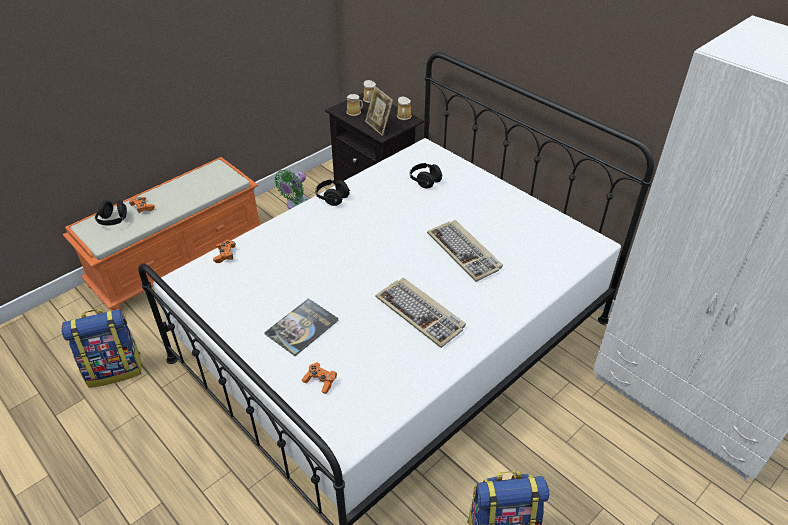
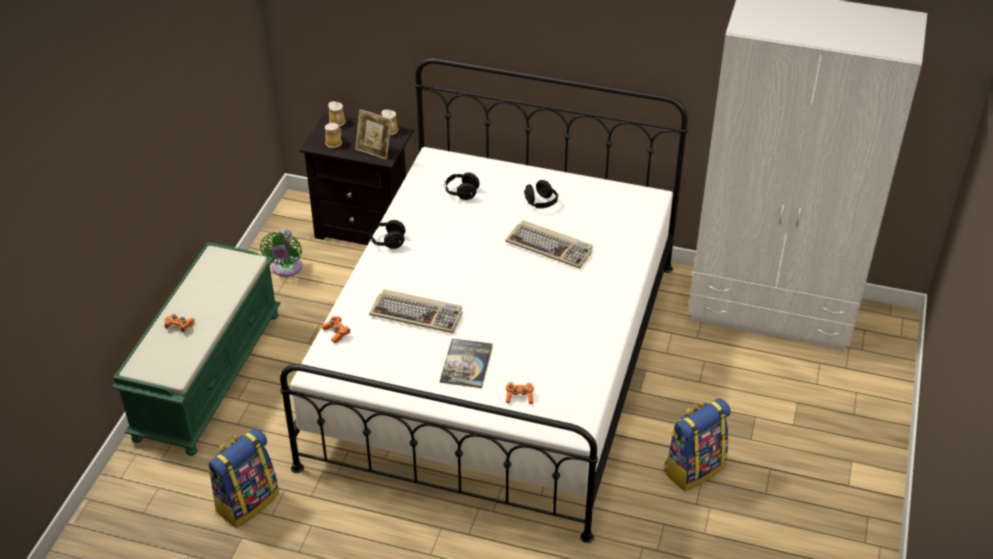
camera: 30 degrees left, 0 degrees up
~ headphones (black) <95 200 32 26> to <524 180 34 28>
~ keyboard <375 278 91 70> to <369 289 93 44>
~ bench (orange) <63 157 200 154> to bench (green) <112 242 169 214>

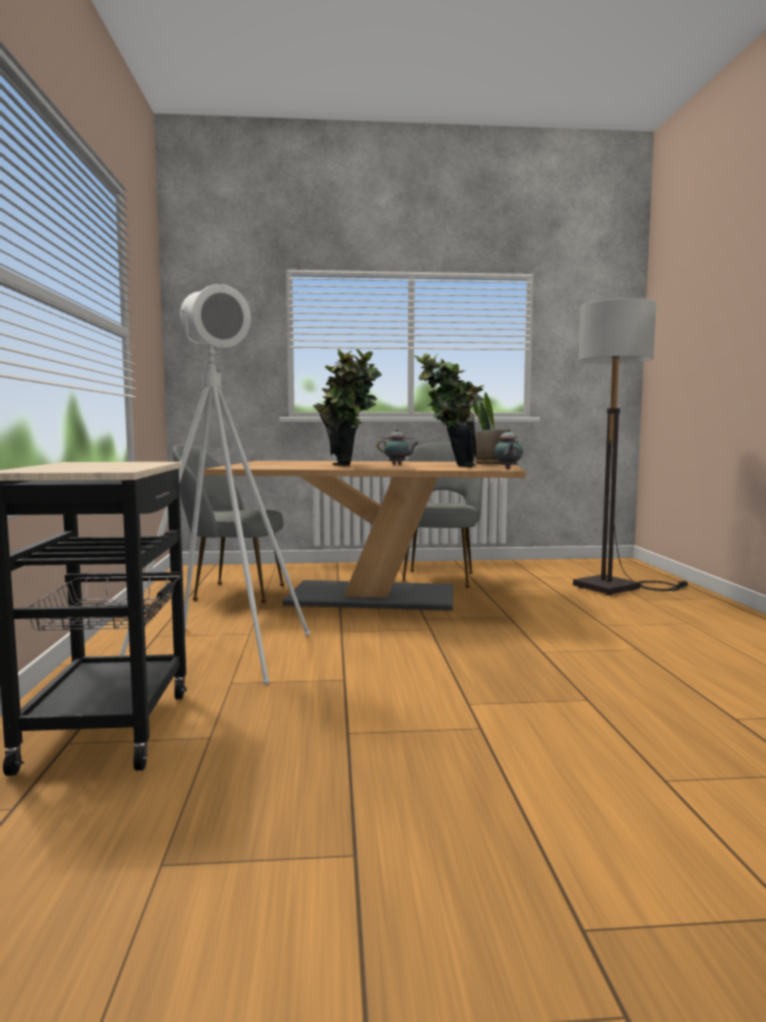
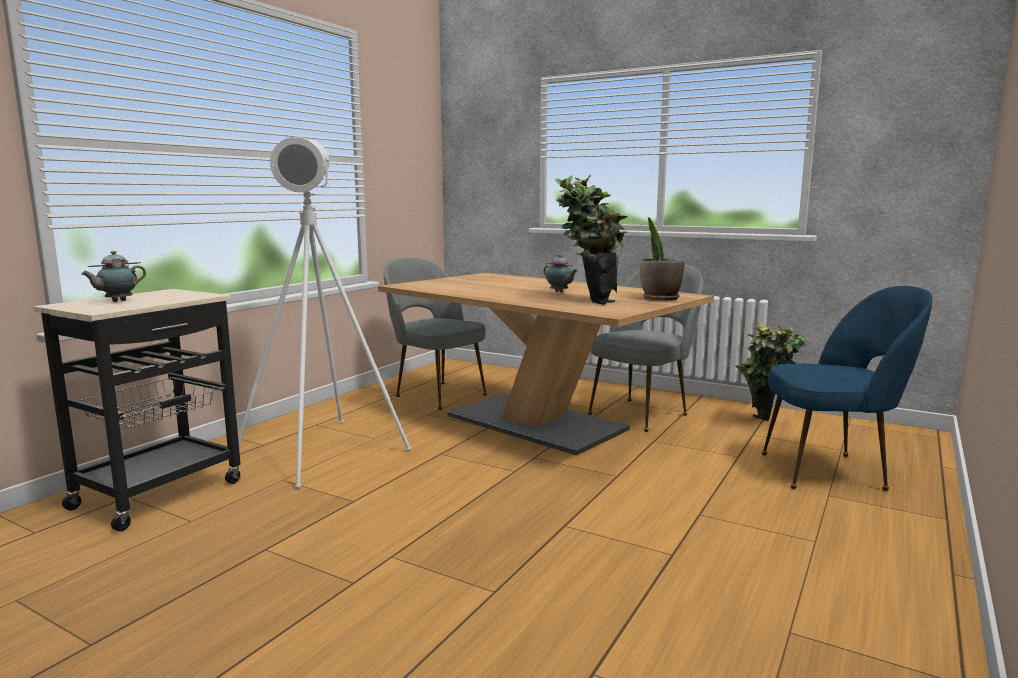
camera: 35 degrees right, 5 degrees up
~ potted plant <313 348 69 118> to <735 322 72 99>
~ teapot <494 429 29 40> to <81 251 65 51>
~ floor lamp <573 298 115 297> to chair (blue) <762 286 170 205>

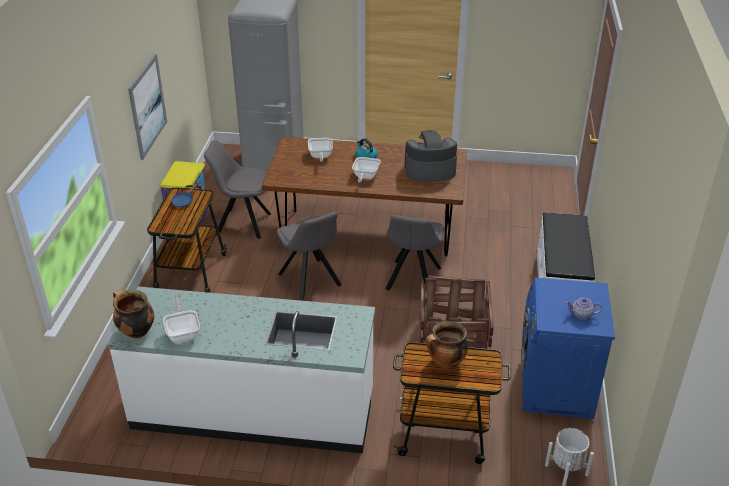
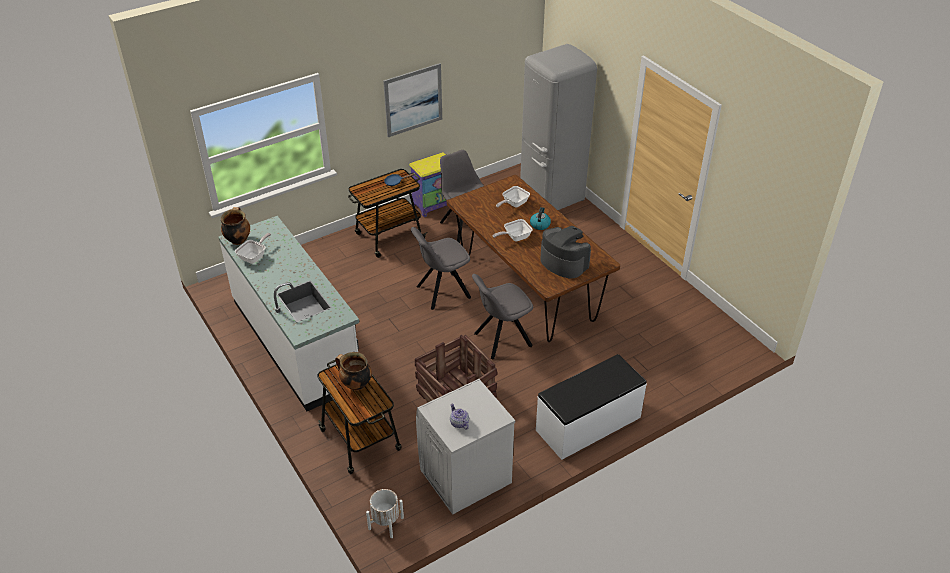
camera: 50 degrees right, 5 degrees up
~ washing machine (blue) <521 277 94 142> to washing machine (white) <416 379 99 136>
~ chair (grey) <277 211 64 89> = <411 227 60 83> 45 degrees clockwise

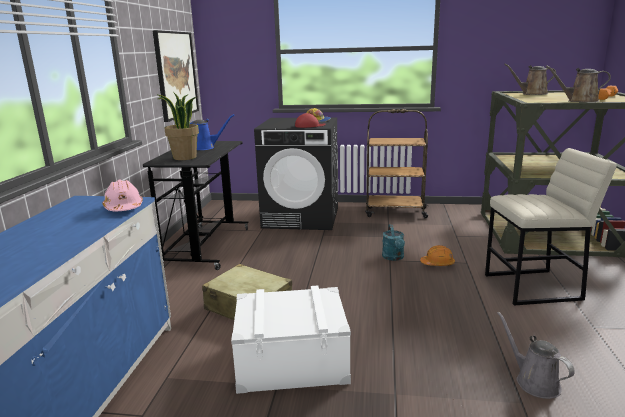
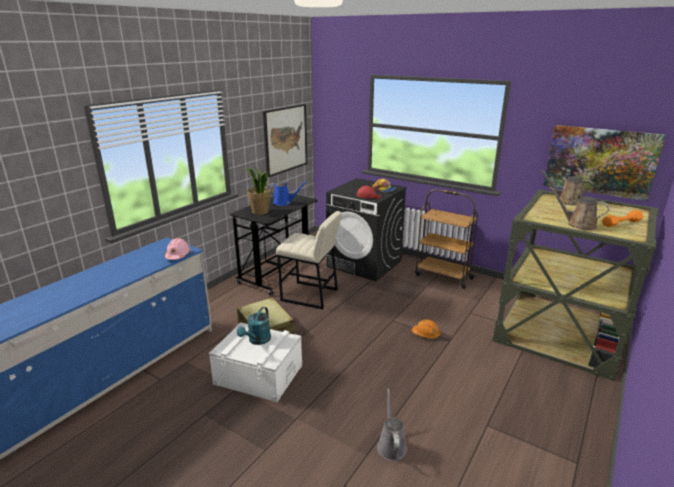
camera: 25 degrees right, 5 degrees up
+ picture <543 125 123 76>
~ watering can (turquoise) <382 224 23 37> to <237 307 34 38>
~ chair (beige) <485 148 132 158> to <276 211 66 98>

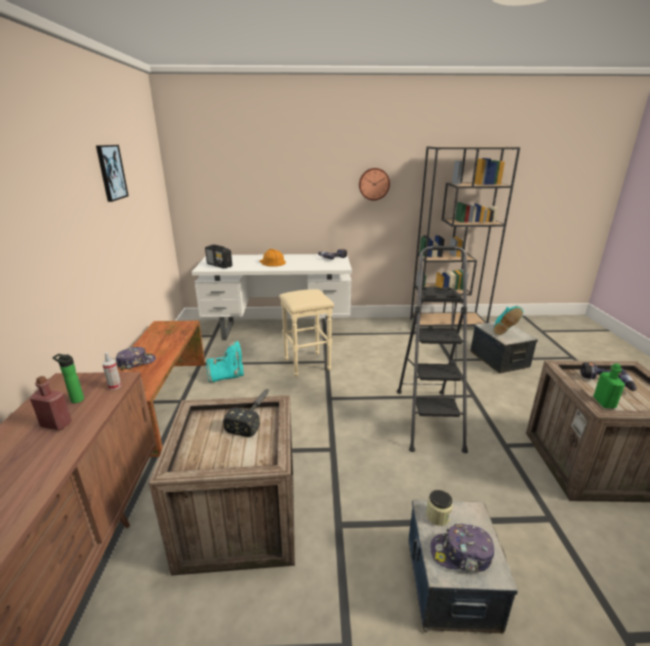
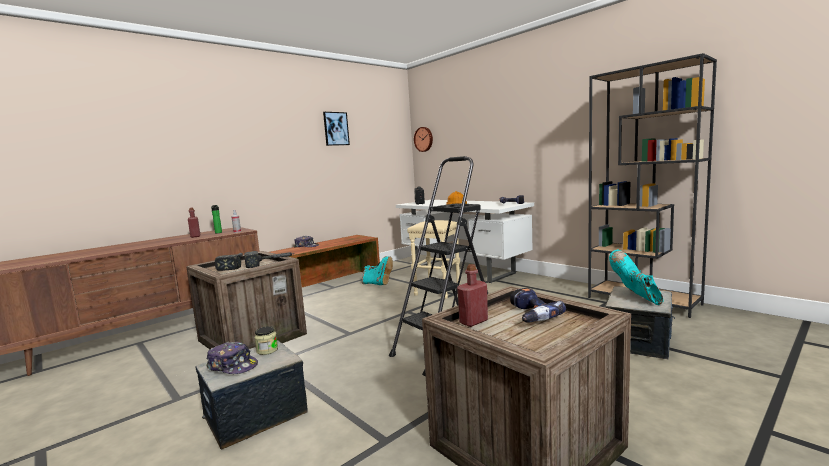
camera: 50 degrees right, 15 degrees down
+ hammer <215 253 28 18>
~ wall clock <359 168 31 33> to <414 127 19 25>
~ bottle (green) <593 363 32 45> to bottle (red) <457 264 31 63>
~ cap <431 524 63 48> = <206 341 52 33> 150 degrees clockwise
~ boot (turquoise) <494 306 29 29> = <609 250 54 55> 105 degrees clockwise

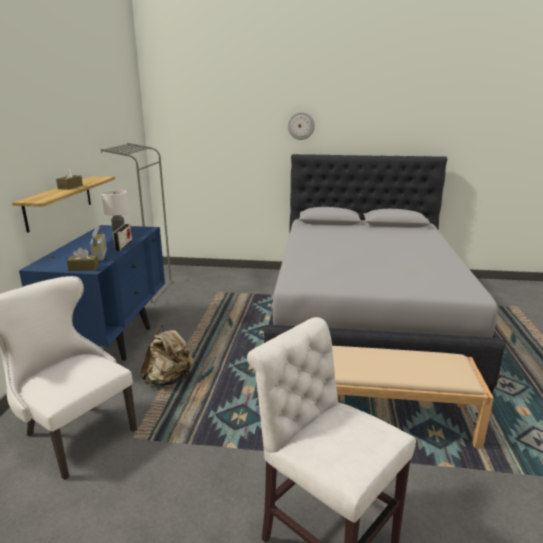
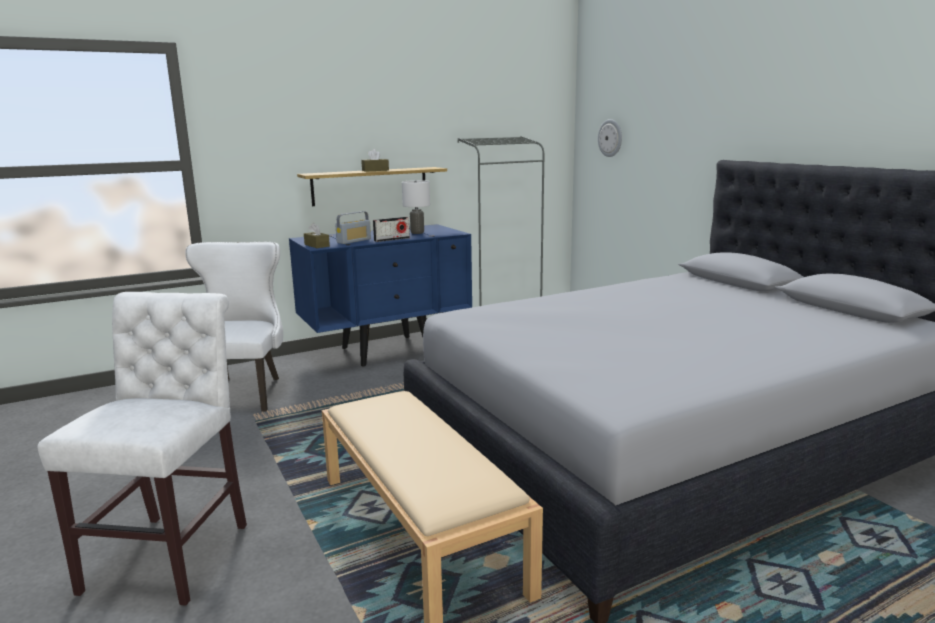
camera: 55 degrees right, 5 degrees down
- backpack (beige) <141 325 53 61>
~ wall clock <288 112 27 28> to <598 119 24 38>

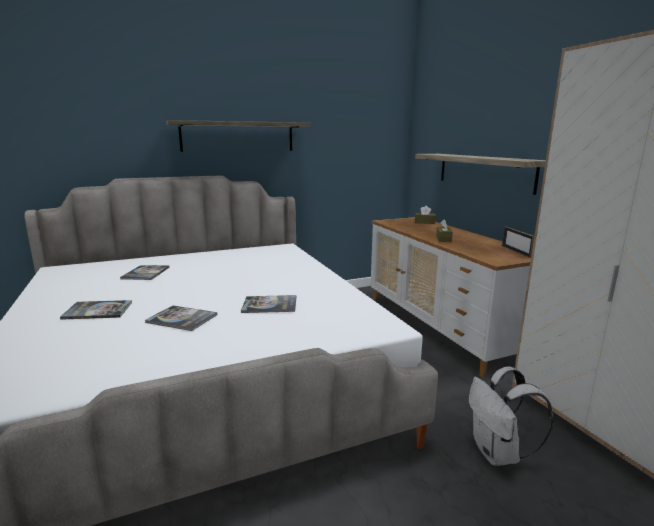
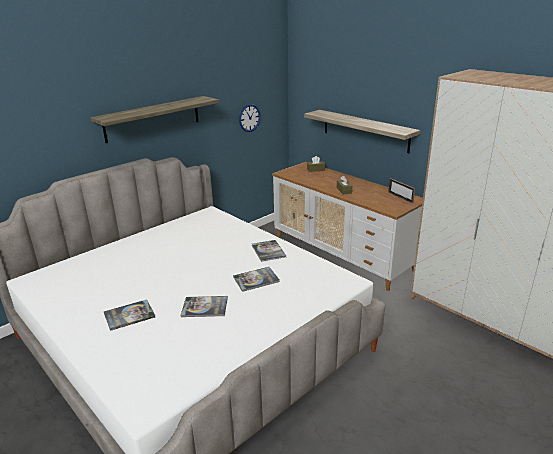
camera: 20 degrees left, 10 degrees up
- backpack (white) <469 366 84 100>
+ wall clock <239 104 22 28>
~ book <120 265 49 15> to <252 240 34 22>

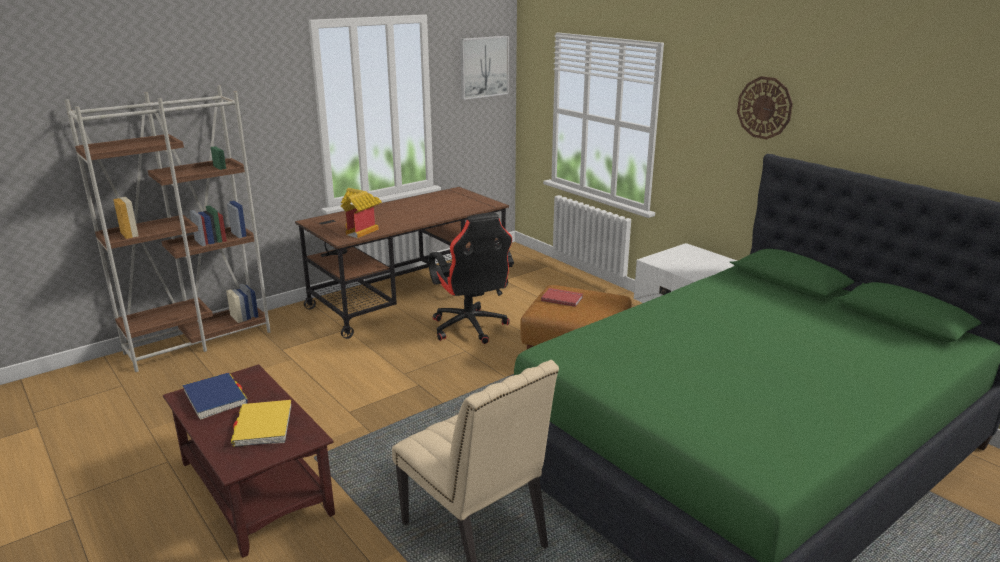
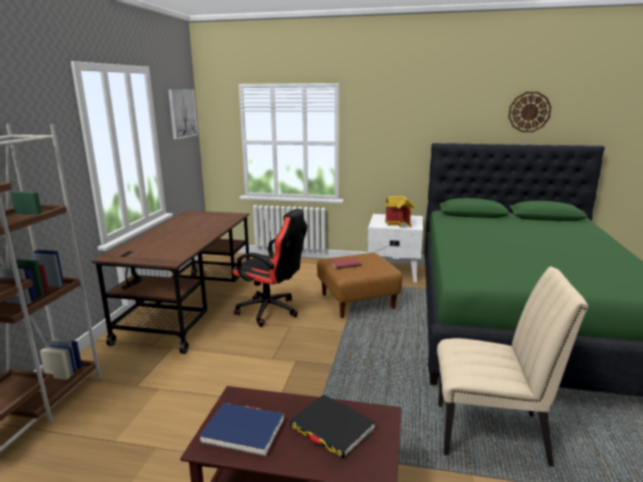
camera: 40 degrees left, 5 degrees down
~ toy house <341 188 41 50> to <385 196 31 32>
~ wall clock <737 76 56 64> to <508 92 43 40>
~ book (yellow) <231 400 60 47> to book (black) <290 394 85 64>

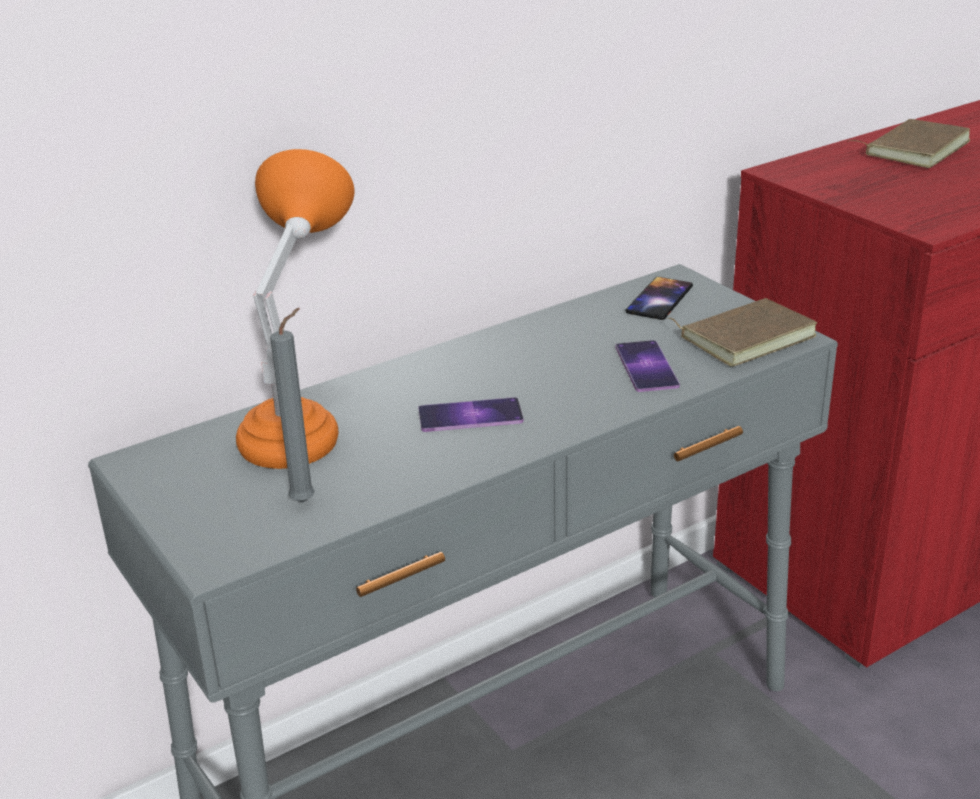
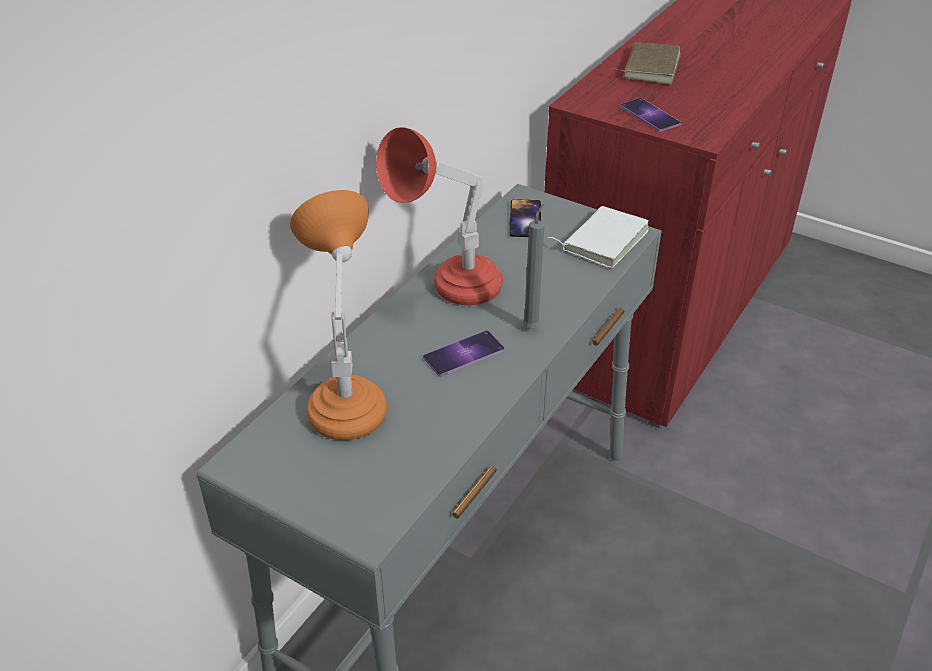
camera: 25 degrees left, 10 degrees up
+ table lamp (red) <376 127 127 178>
~ candle (grey) <270 308 45 195> to <523 204 21 124>
~ phone <616 340 64 52> to <620 98 61 34>
~ book (brown) <666 298 151 69> to book (white) <548 206 101 62>

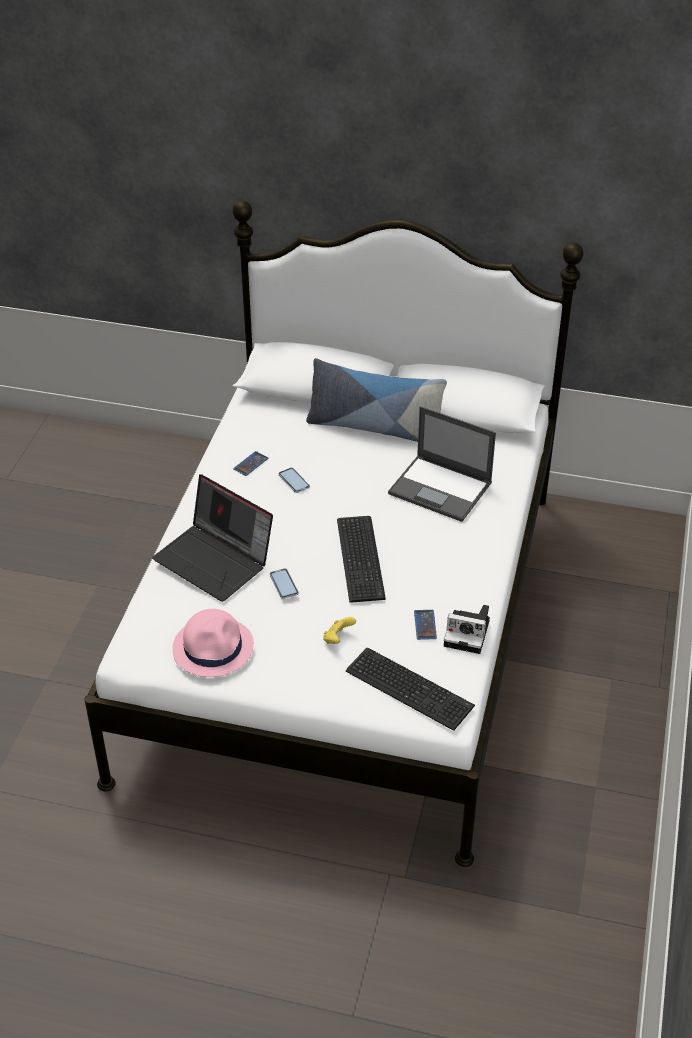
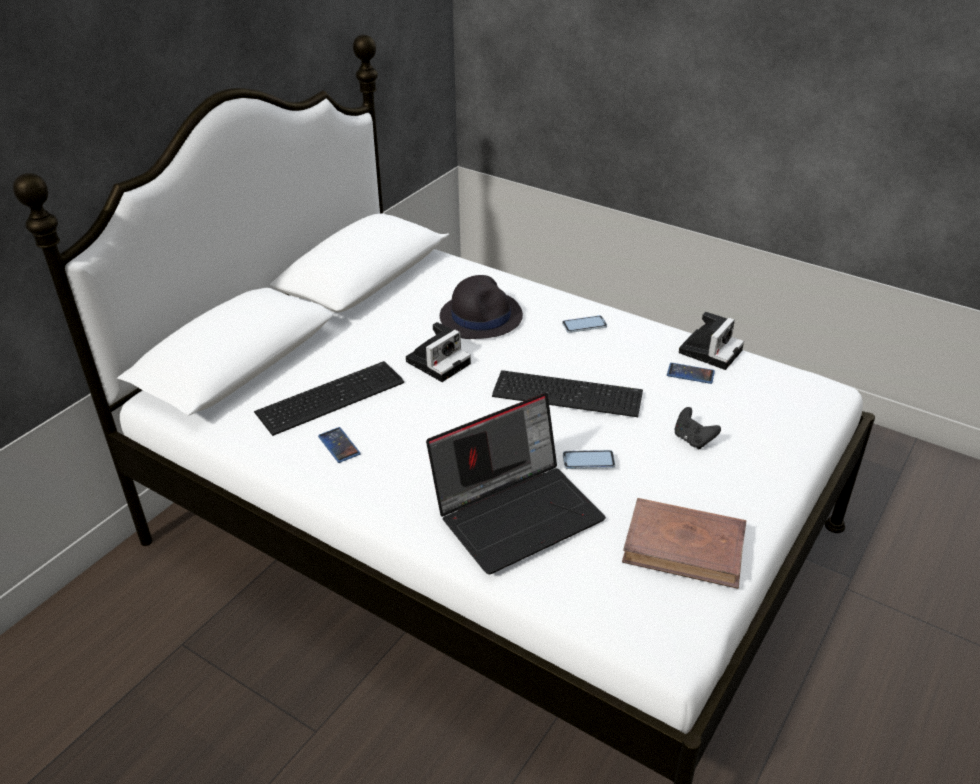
camera: 70 degrees left, 5 degrees down
- pillow <306 358 141 84>
+ photo camera <406 322 65 60>
~ phone <278 468 32 25> to <562 315 45 18>
~ keyboard <346 648 129 83> to <254 361 150 75>
~ hat (pink) <172 609 82 68> to book (brown) <622 498 125 91>
~ laptop <388 406 108 116> to hat (black) <440 275 83 64>
~ game controller (yellow) <323 617 33 27> to game controller (black) <675 407 46 43>

